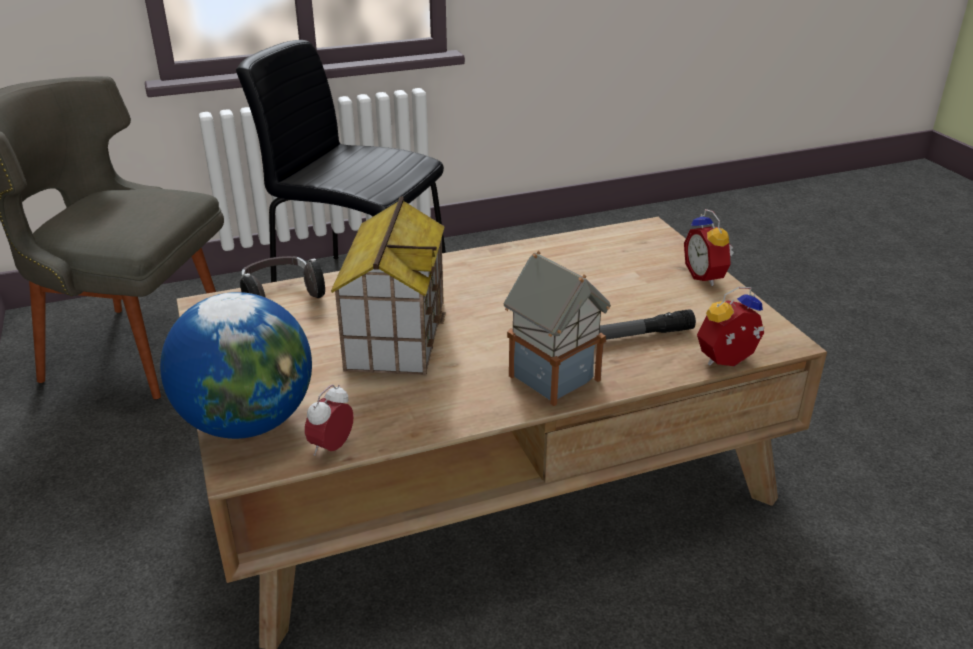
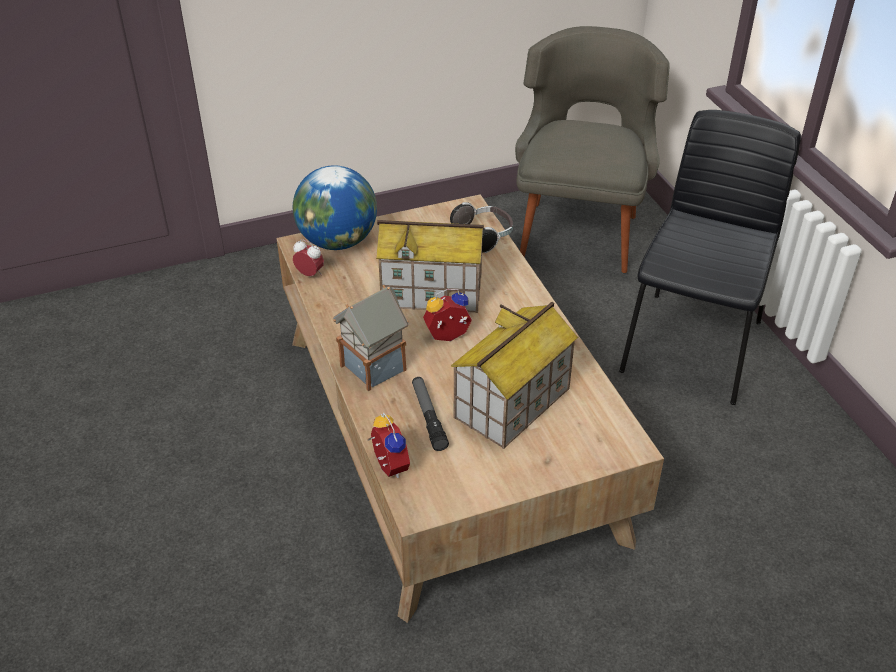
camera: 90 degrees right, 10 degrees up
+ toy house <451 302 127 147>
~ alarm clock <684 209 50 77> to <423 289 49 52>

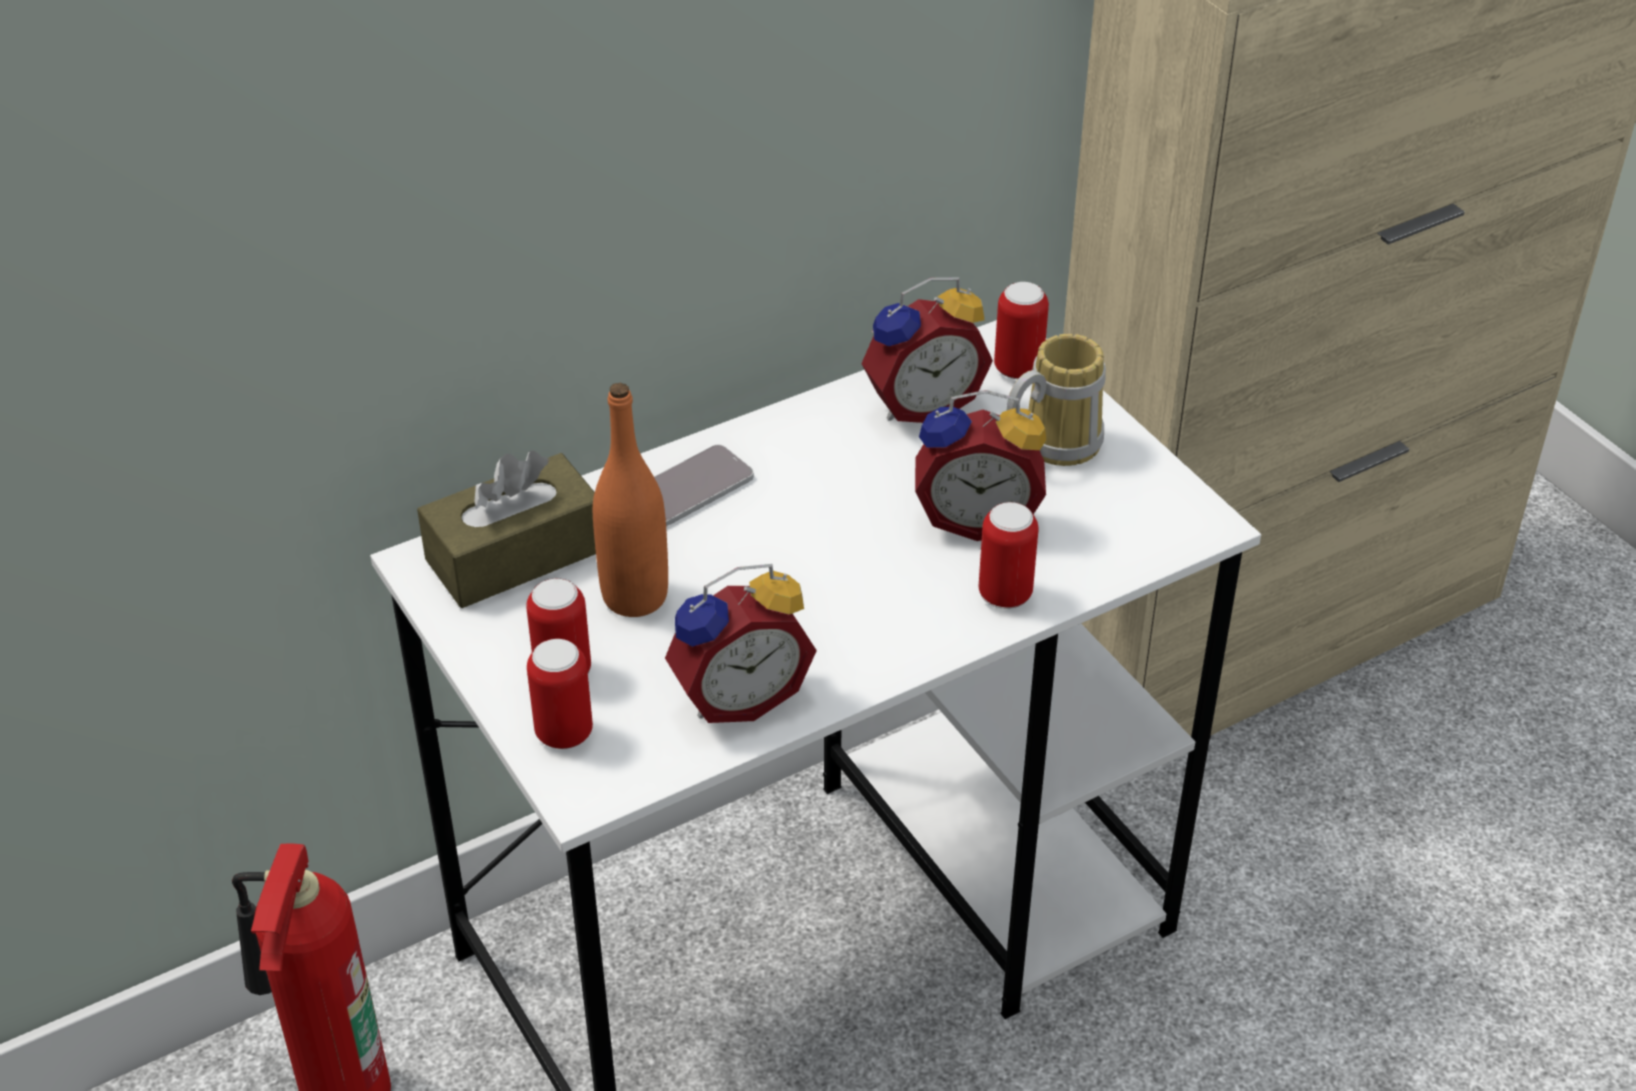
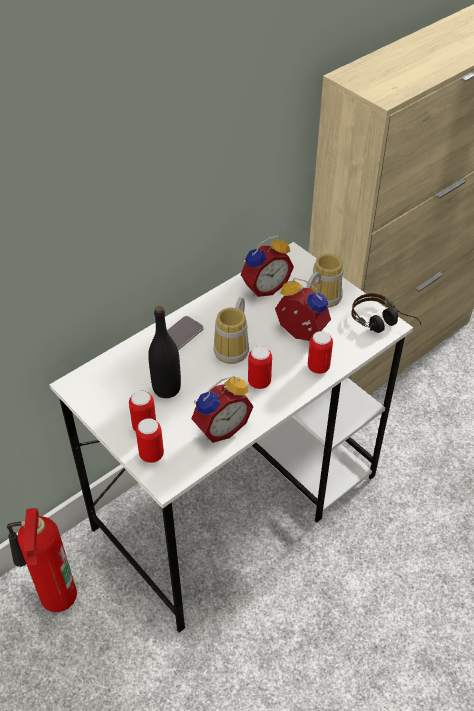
camera: 10 degrees left, 5 degrees up
- tissue box (brown) <417 451 179 157>
+ mug <214 297 35 67>
+ headphones <351 293 70 40>
~ can <994 282 55 97> to <248 346 24 43>
~ bottle (orange) <593 383 75 234> to bottle (black) <148 306 33 92>
~ alarm clock <915 390 131 151> = <275 278 56 63> 135 degrees counterclockwise

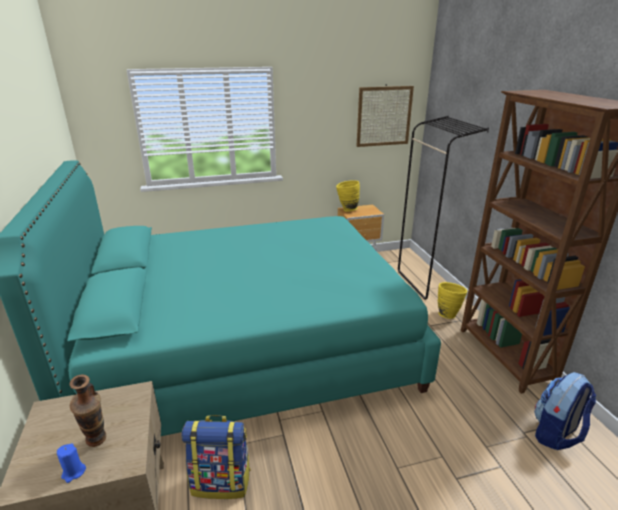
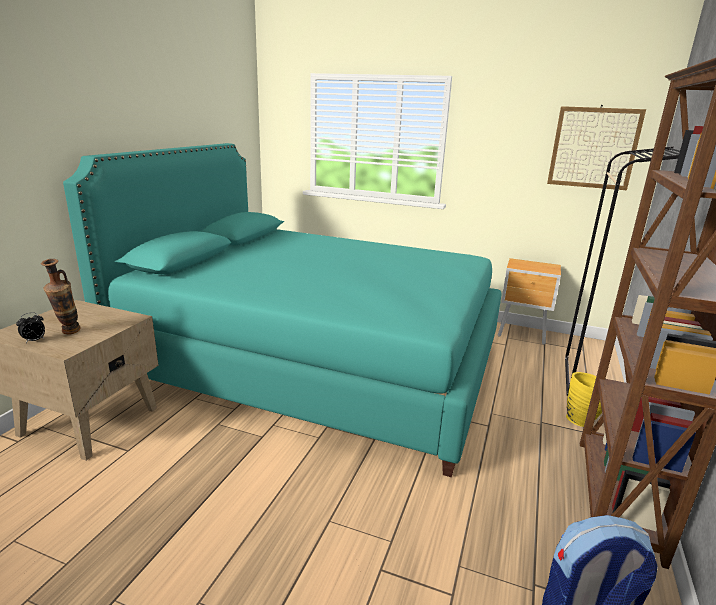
camera: 35 degrees right, 5 degrees down
- backpack <181 415 70 84>
- vase (yellow) <336 180 24 32>
~ candle (blue) <57 443 29 40> to alarm clock <16 312 29 31>

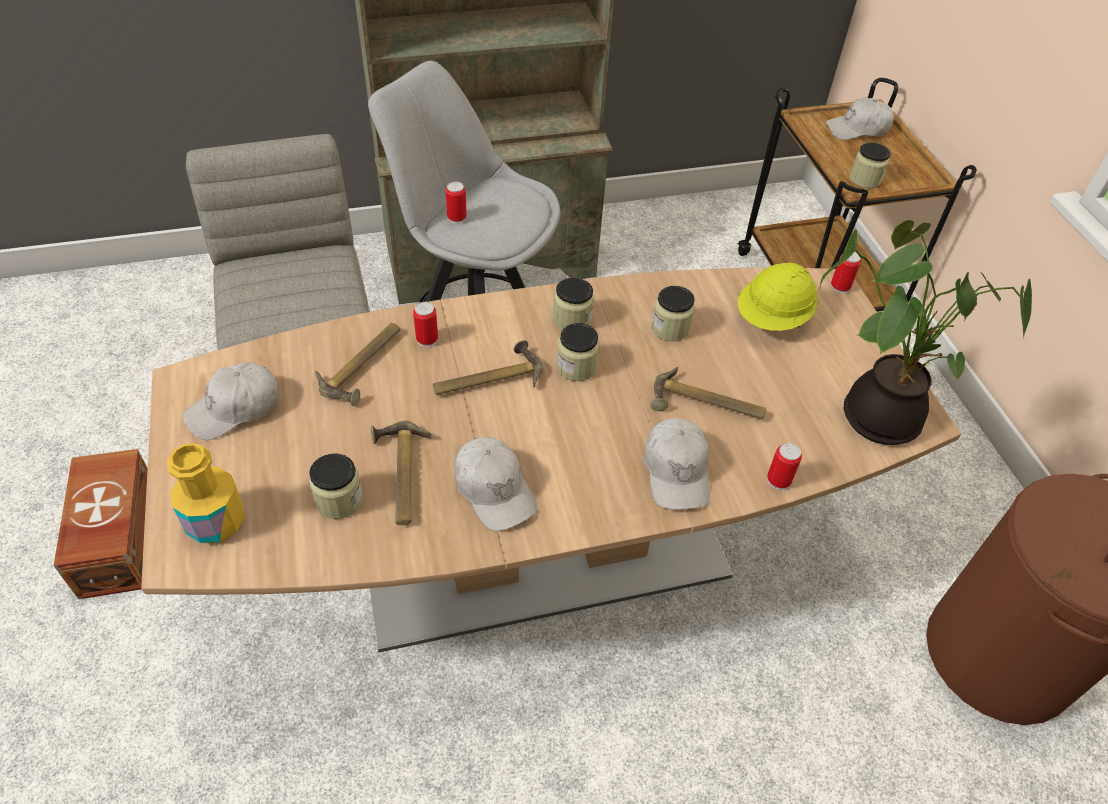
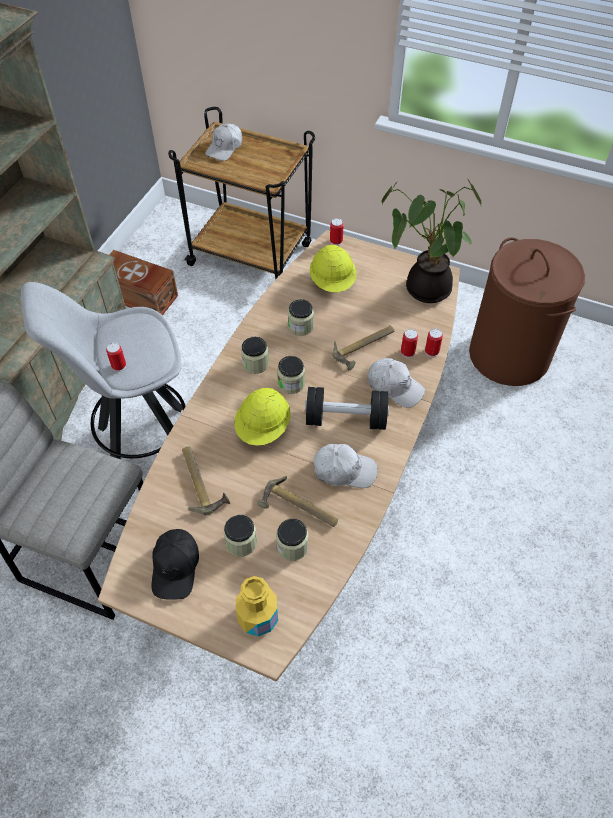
camera: 50 degrees left, 5 degrees up
+ dumbbell (black) <305 387 84 43>
~ storage box (brown) <54 449 94 150> to <109 250 69 66>
~ can <413 302 25 45> to <401 329 17 29>
~ jar <849 143 42 45> to <224 515 33 42>
~ hammer <433 340 110 55> to hard hat (yellow) <234 388 56 58>
~ cap (white) <183 362 96 78> to cap (black) <152 529 47 71>

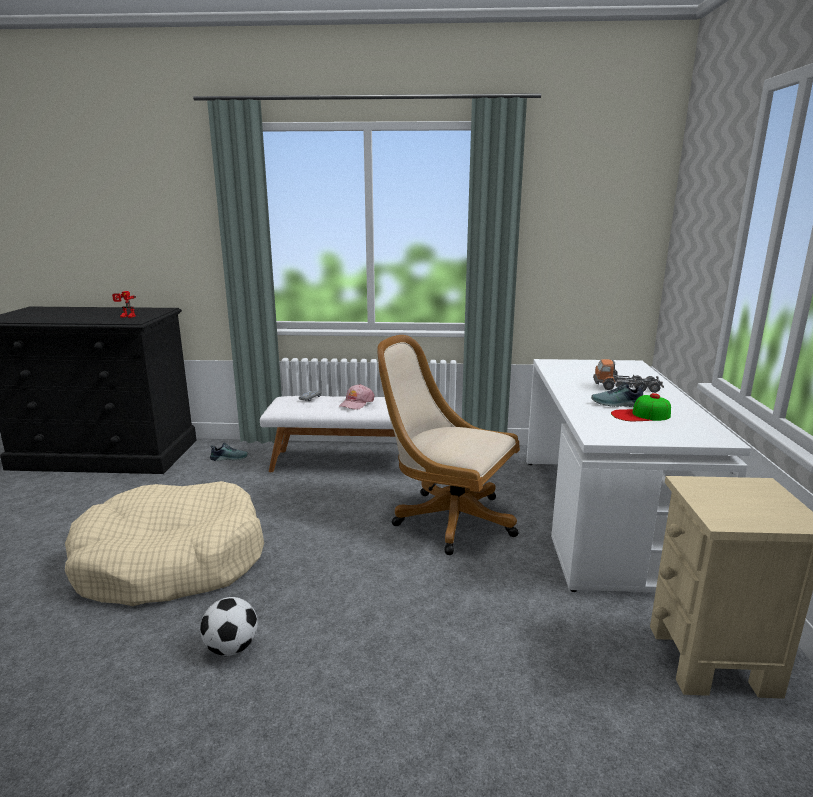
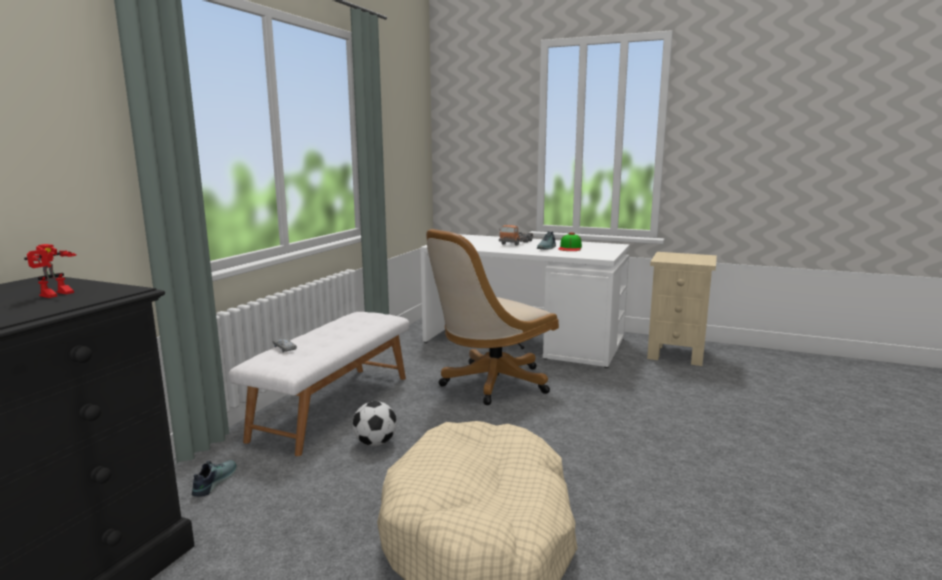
camera: 70 degrees left, 5 degrees down
- cap (pink) <339 384 36 26>
~ football <200 597 58 59> to <352 401 45 45>

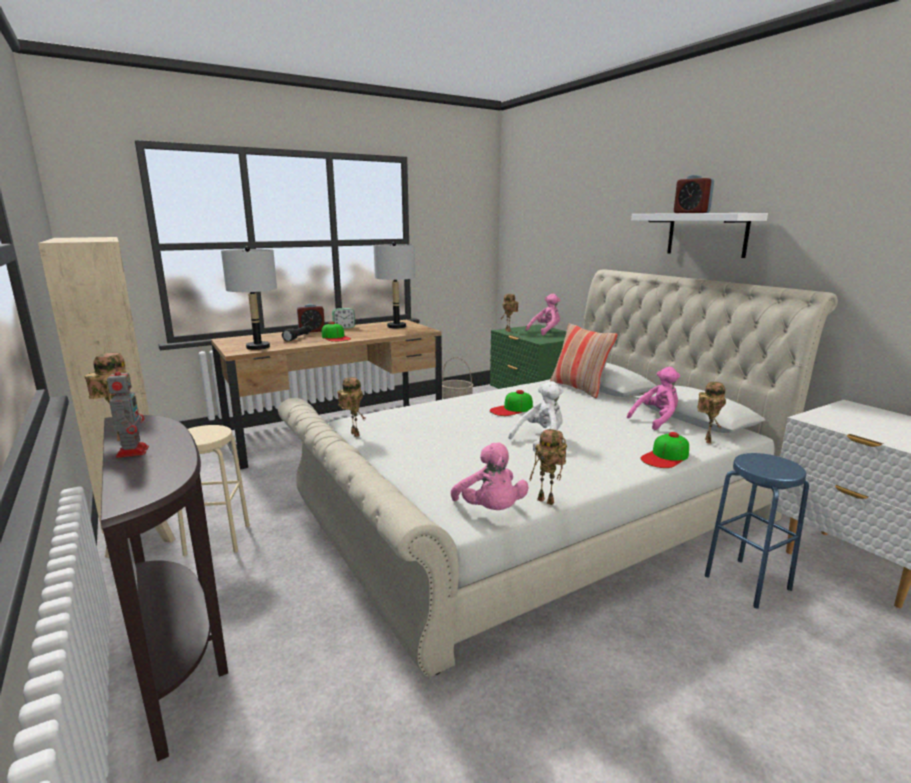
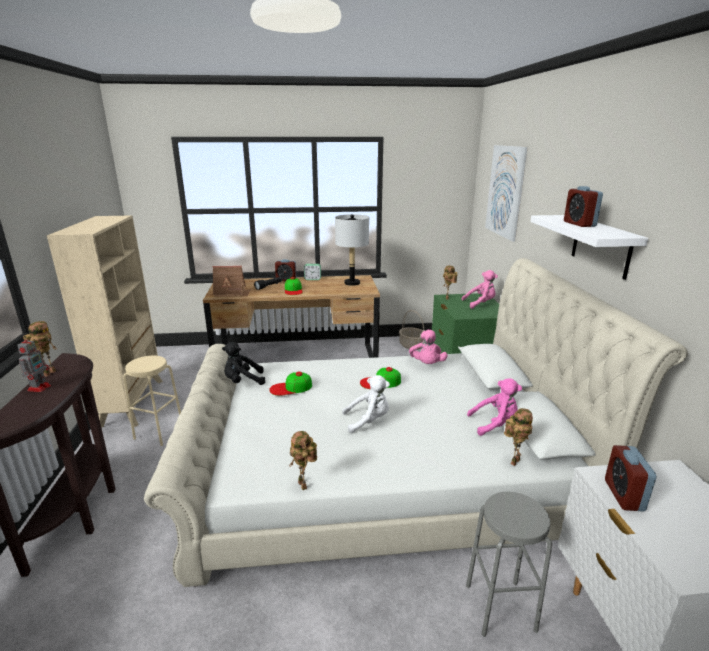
camera: 25 degrees right, 5 degrees up
- pillow <550 323 68 75>
+ picture <485 145 43 97>
+ alarm clock <605 445 51 66>
~ plush toy (pink) <451 443 78 67> to <409 330 39 34>
~ cap <641 432 48 36> to <269 372 43 24>
~ table lamp (grey) <221 246 56 104> to toy house <212 266 39 31>
~ toy robot <337 377 29 60> to plush toy (black) <222 342 43 43>
~ stool (blue) <705 453 104 156> to stool (grey) <466 492 86 145>

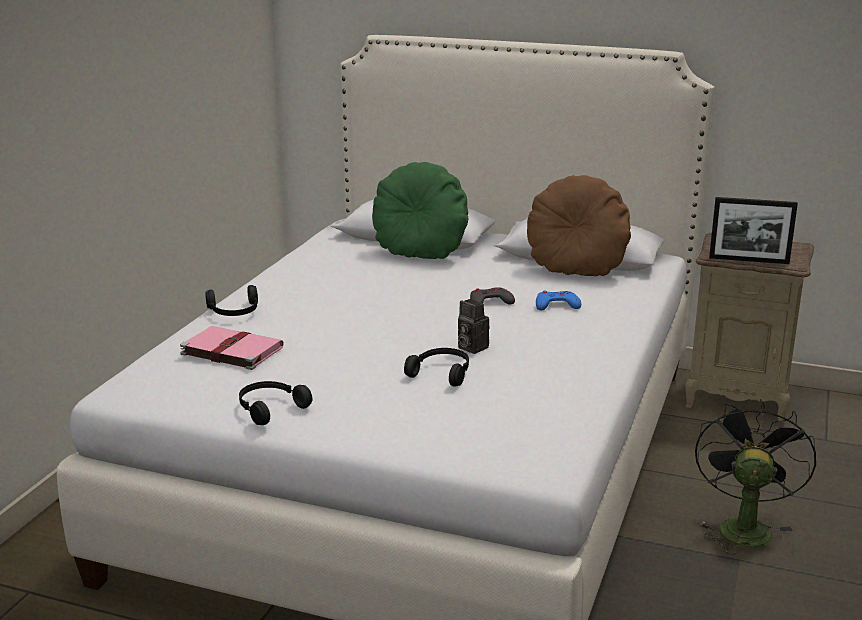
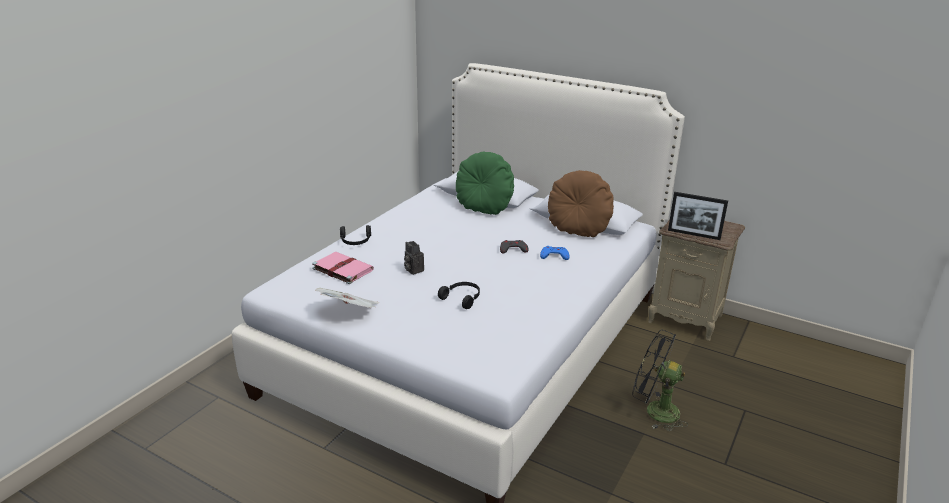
camera: 10 degrees right, 5 degrees up
~ photo camera <458 299 31 55> to <404 241 20 34>
~ headphones (black) <239 381 73 44> to newspaper <315 288 65 20>
~ fan (black) <695 399 121 156> = <632 330 56 101> 90 degrees counterclockwise

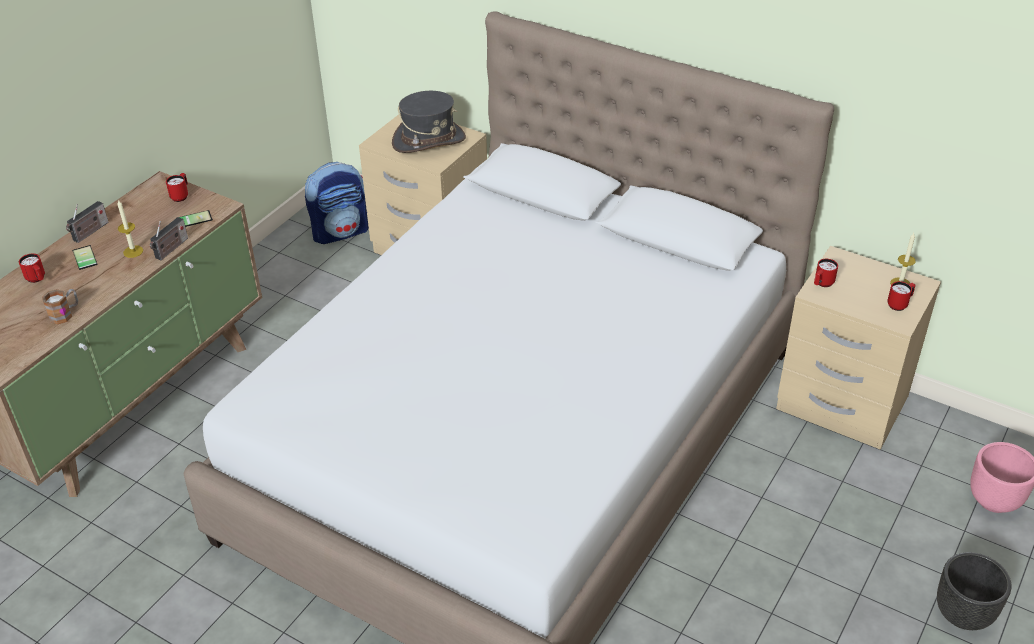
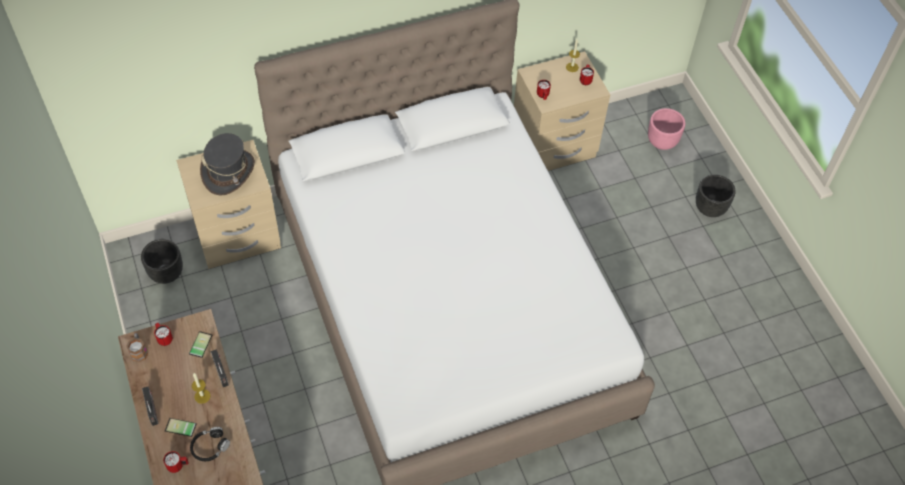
camera: 55 degrees left, 15 degrees up
+ headphones (black) <190 427 40 34>
~ mug <42 289 36 35> to <126 333 22 29>
~ backpack <305 162 64 82> to planter (black) <141 239 42 45>

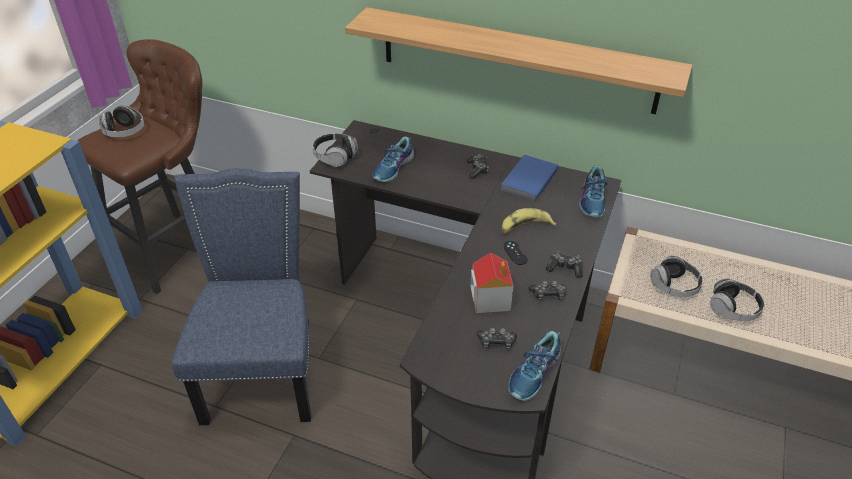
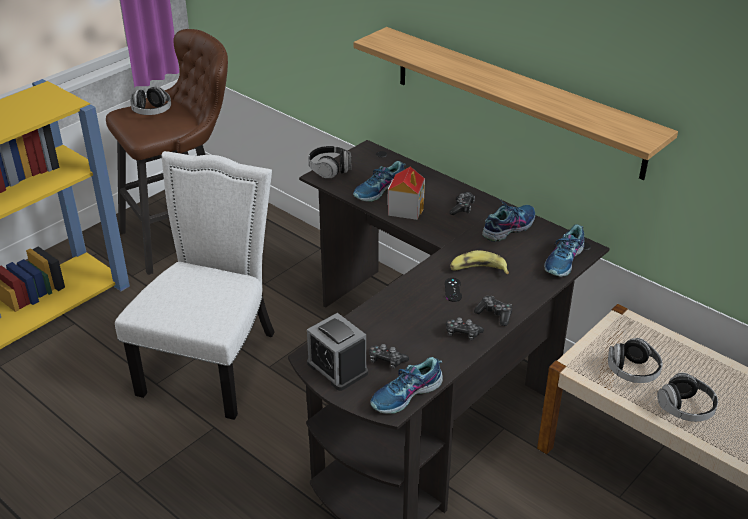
camera: 20 degrees right, 5 degrees down
+ alarm clock <307 313 61 78>
~ toy house <470 253 43 60> to <387 166 38 54>
~ book (blue) <501 155 57 46> to shoe <482 201 53 41>
~ chair (blue) <172 168 139 257> to chair (white) <115 151 160 269>

